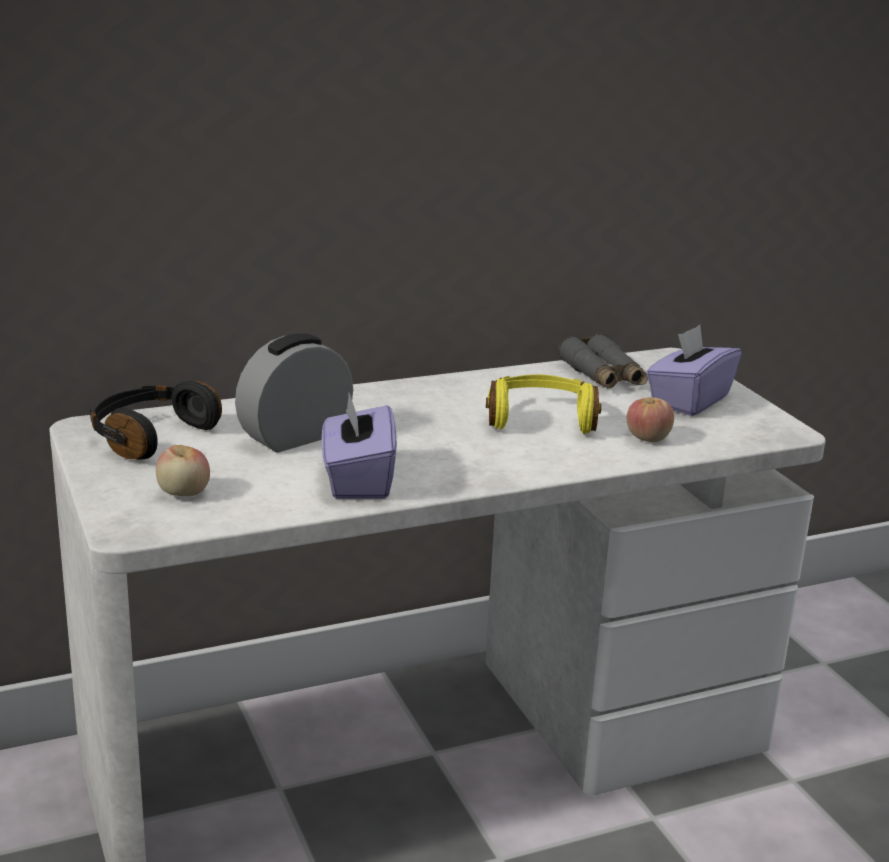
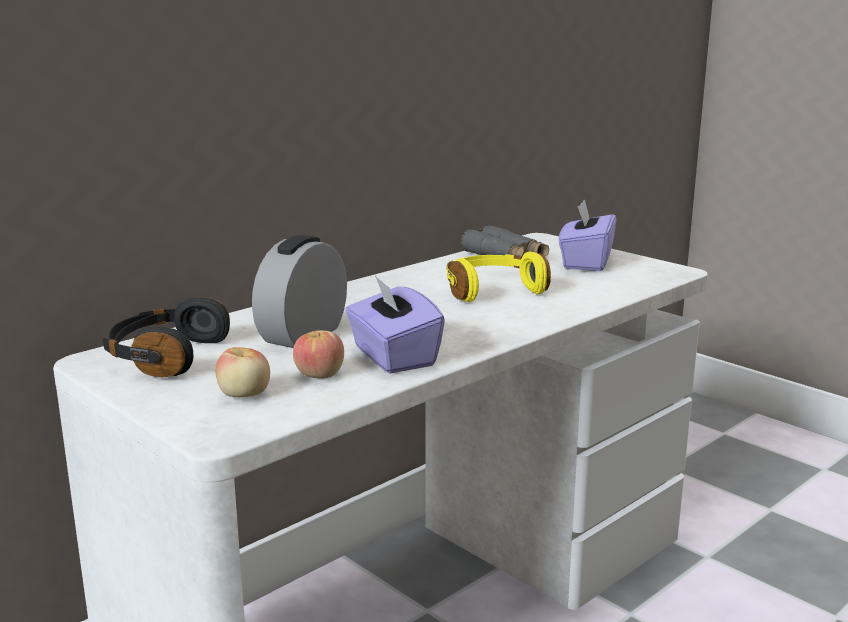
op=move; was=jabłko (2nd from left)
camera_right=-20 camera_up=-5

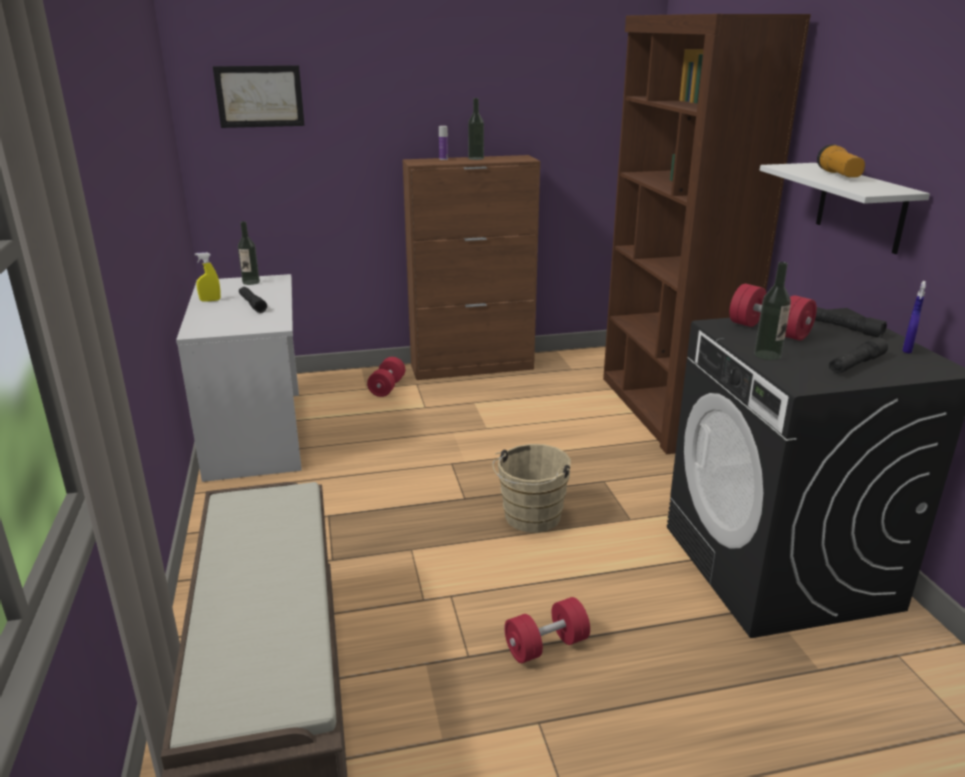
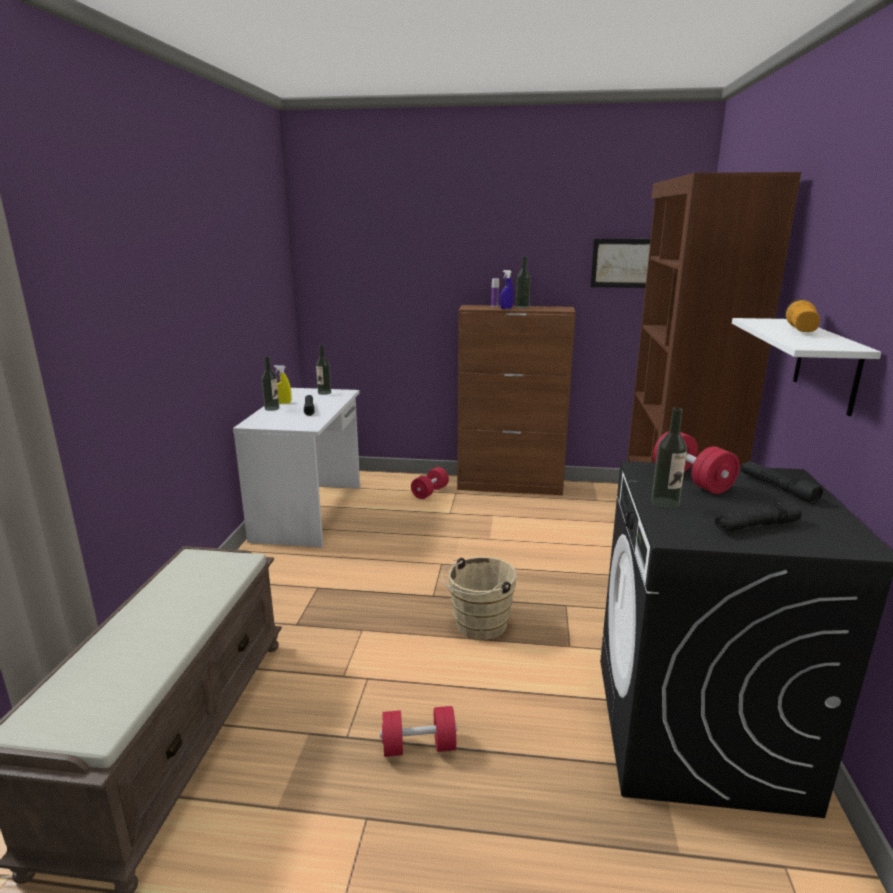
op=move; was=obraz
op=move; was=spryskiwacz/niebieski
op=insert; now=butelka (1st from left)
camera_right=20 camera_up=-5

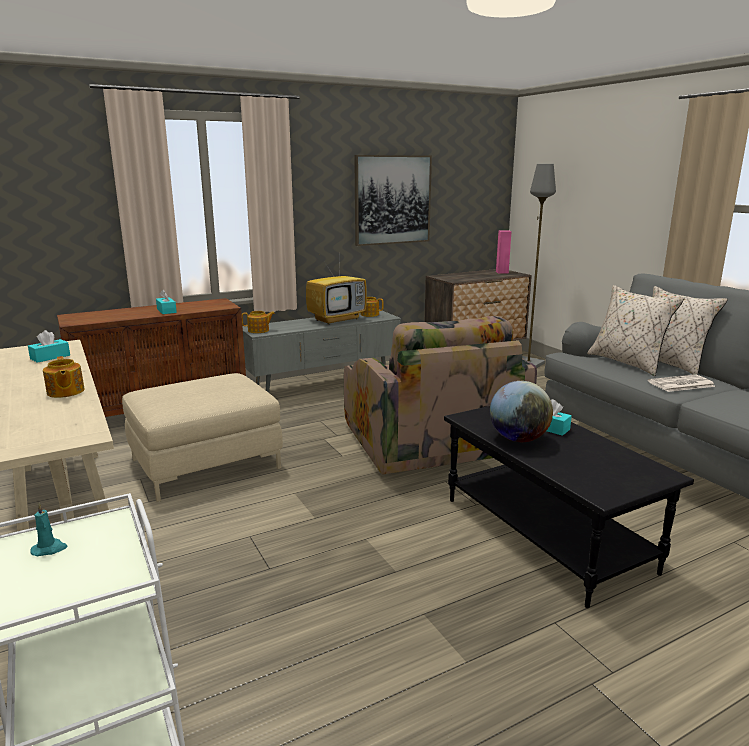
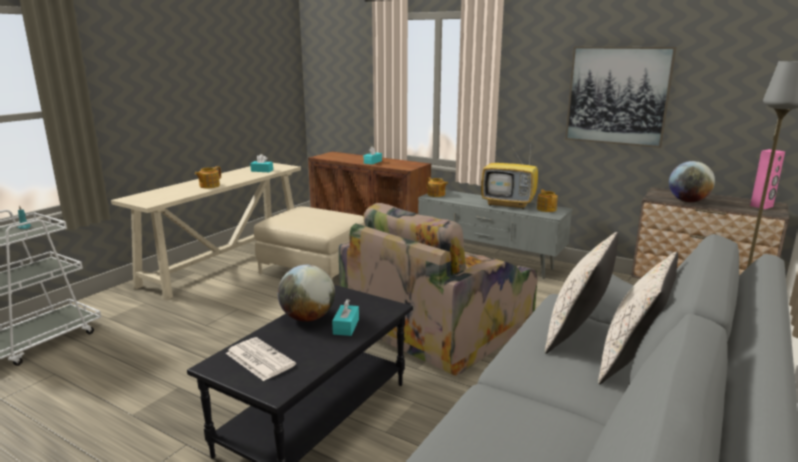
op=move; was=gazeta
op=insert; now=globus (2nd from left)
camera_right=60 camera_up=0

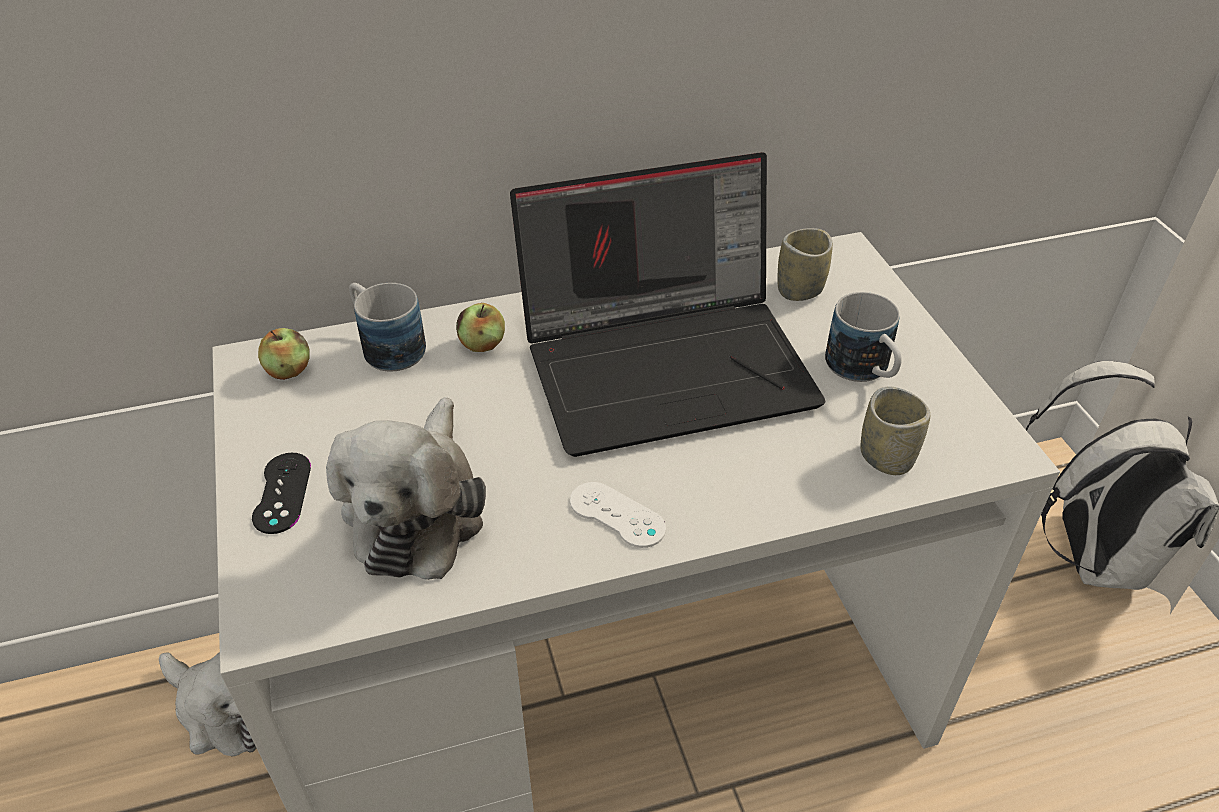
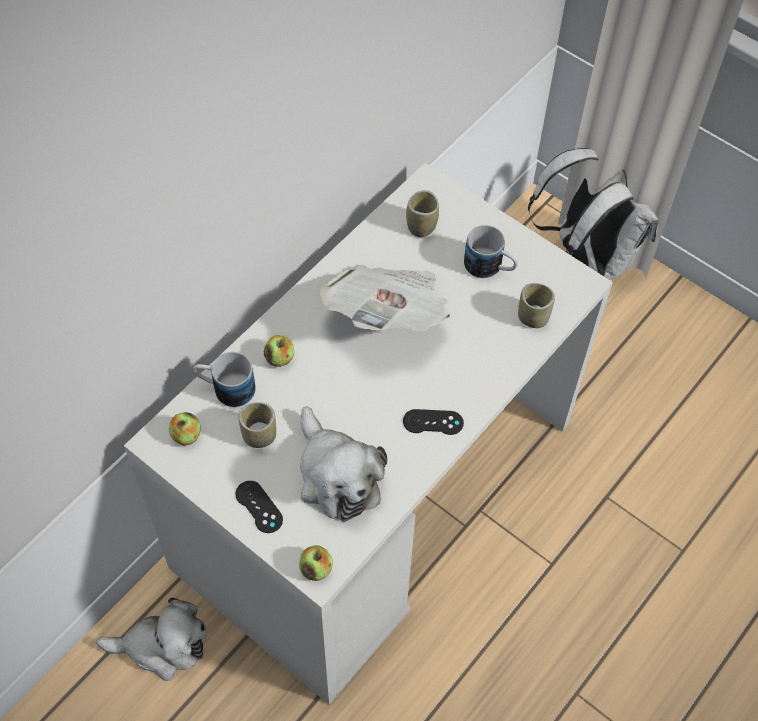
op=replace; was=laptop; now=gazeta
op=recolor; was=pad do gier/biały; now=pad do gier/czarny (2nd from left)
op=insert; now=filiżanka (1st from left)
op=insert; now=jabłko (3rd from left)
camera_right=-35 camera_up=15

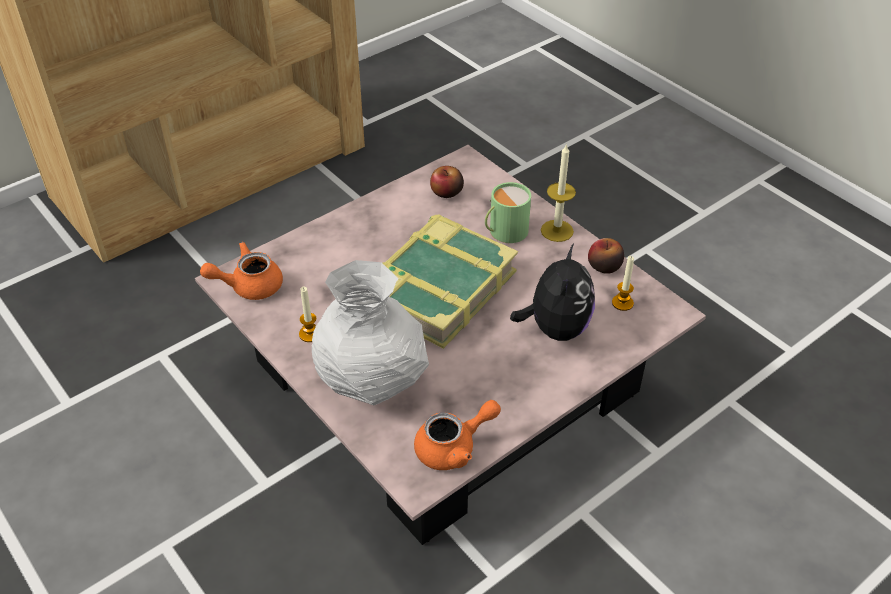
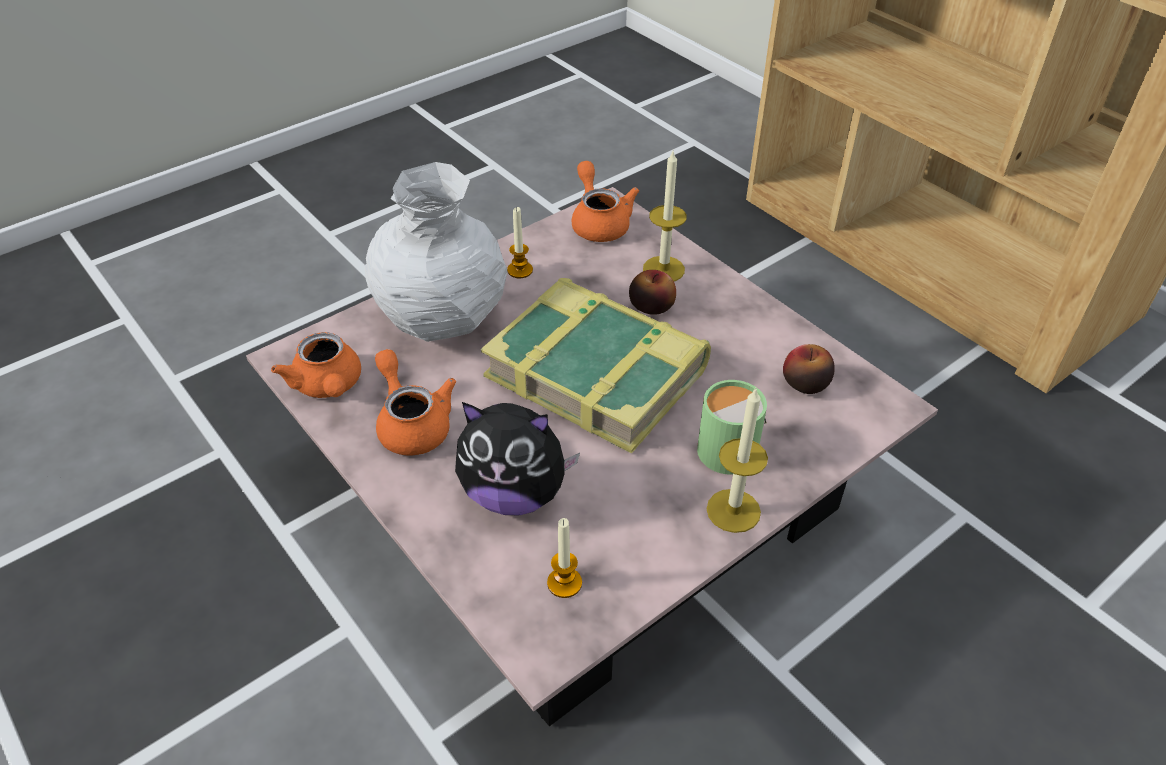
op=move; was=jabłko (2nd from left in the first image); now=jabłko (1st from left)
op=insert; now=imbryk/pomarańczowy (2nd from left)
op=insert; now=świeca (3rd from left)
camera_right=90 camera_up=0

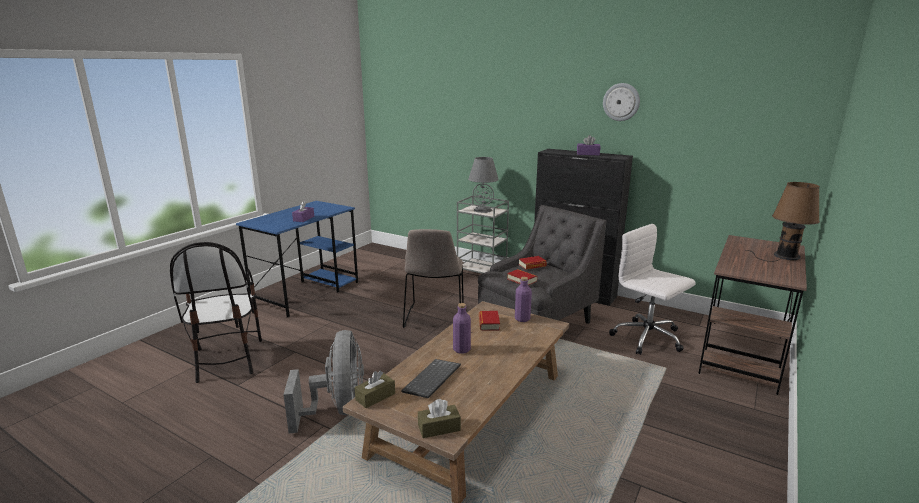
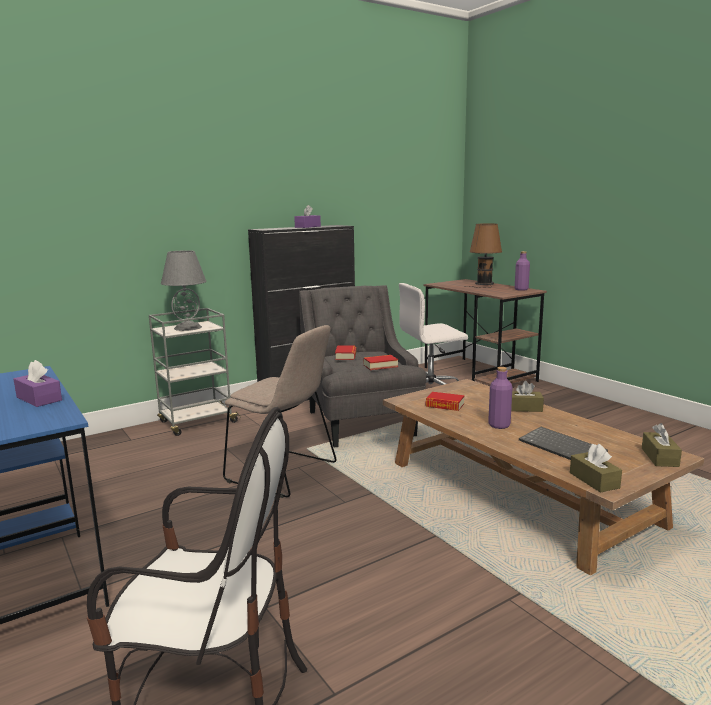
op=delete; was=wentylator/szary
op=move; was=butelka/fioletowy (2nd from left)
op=delete; was=zegar ścienny
op=insert; now=pudełko chusteczek/brązowy (1st from left)
camera_right=-65 camera_up=-5

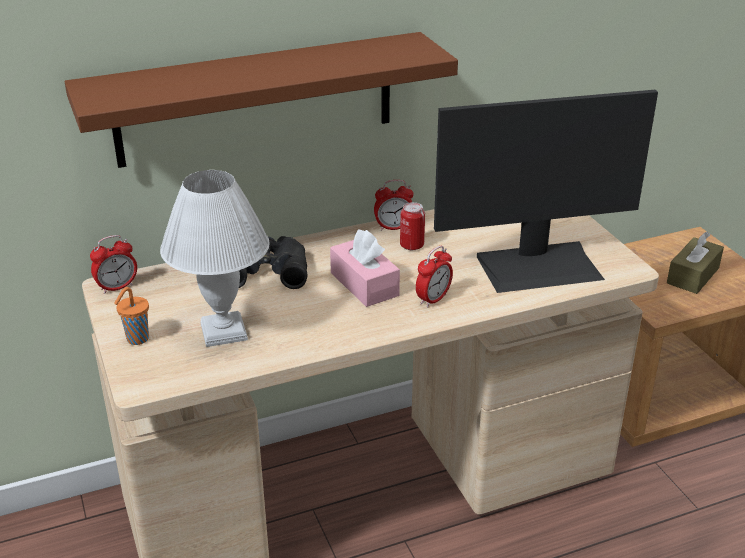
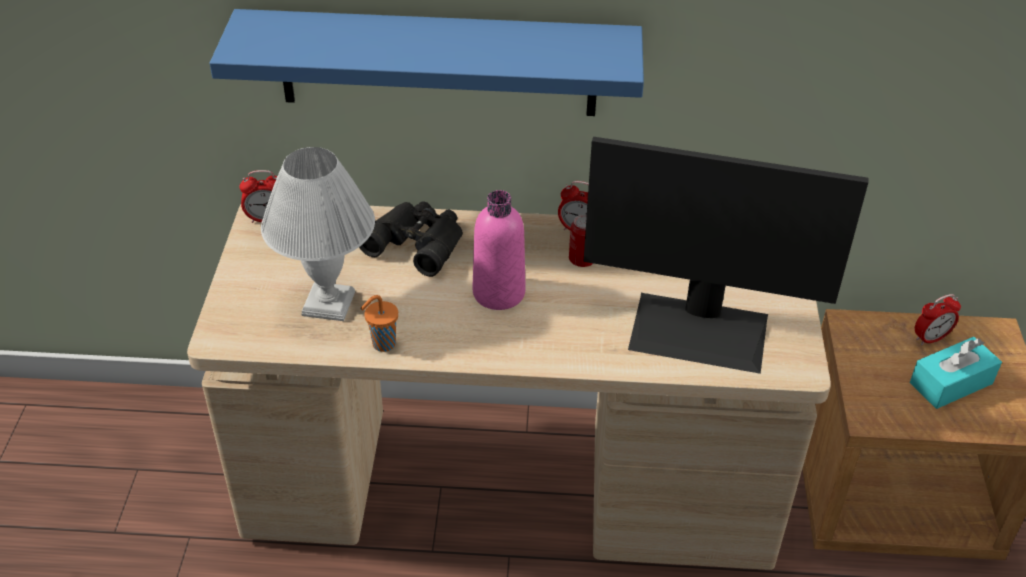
op=recolor; was=półka/brązowy; now=półka/niebieski
op=move; was=filiżanka/pomarańczowy
op=replace; was=pudełko chusteczek/różowy; now=butelka/różowy
op=move; was=budzik (3rd from left)
op=recolor; was=pudełko chusteczek/brązowy; now=pudełko chusteczek/turkusowy
camera_right=25 camera_up=10

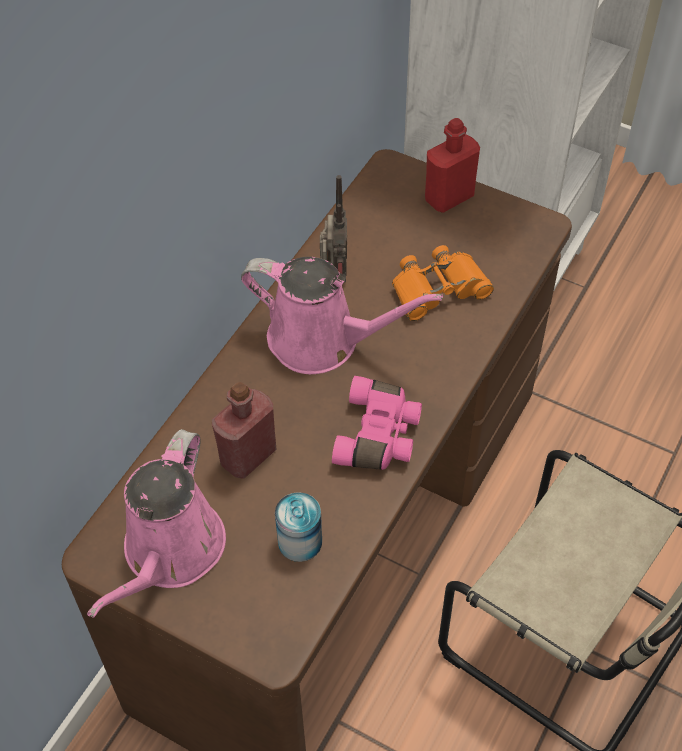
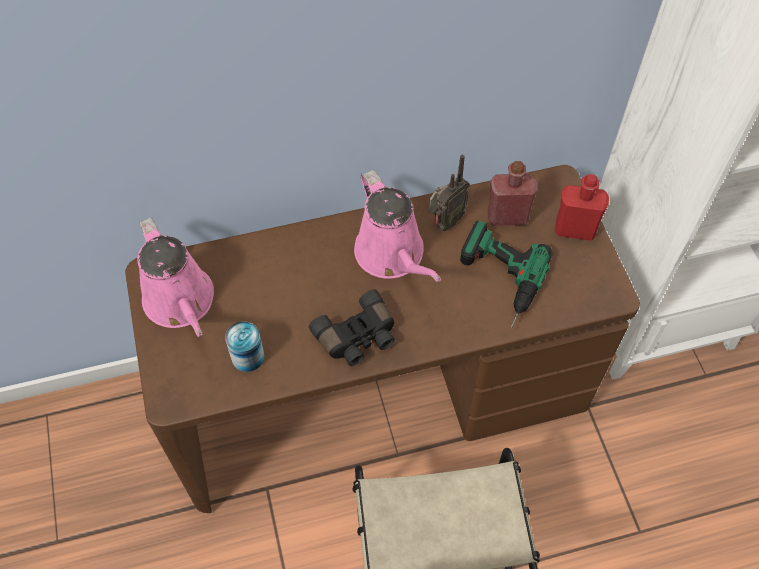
op=rotate; was=konewka/różowy (1st from left); clockwise=-90
op=move; was=butelka/czerwony (1st from left)
op=recolor; was=lornetka/różowy; now=lornetka/czarny
op=replace; was=lornetka/pomarańczowy; now=wiertarka
camera_right=45 camera_up=5

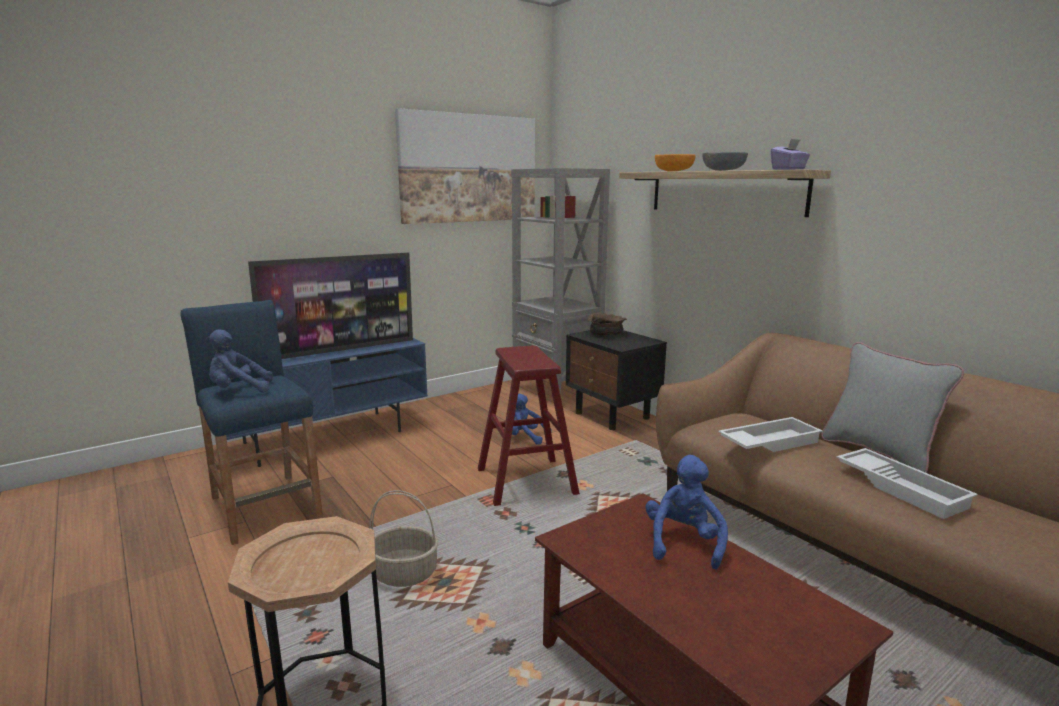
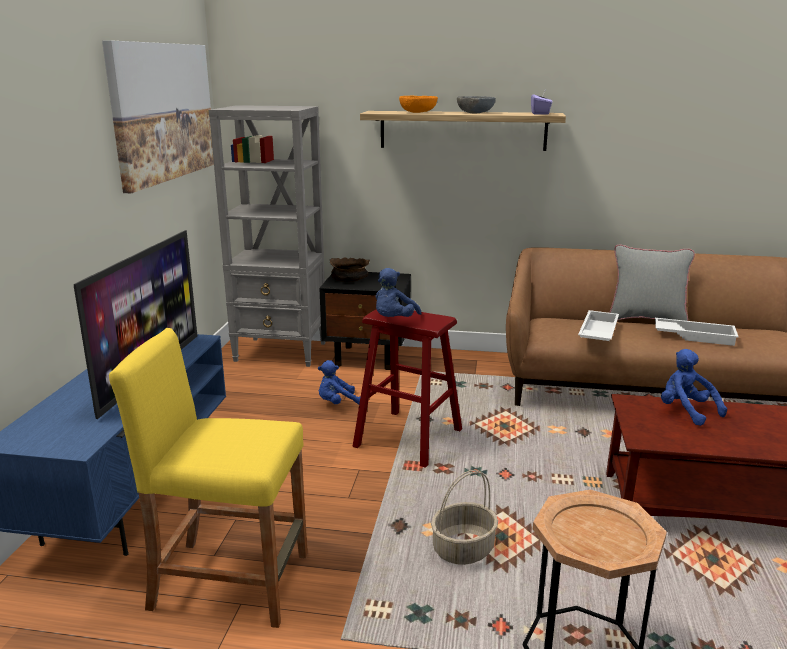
op=recolor; was=stołek/niebieski; now=stołek/żółty
op=move; was=pluszak/niebieski (1st from left in the first image); now=pluszak/niebieski (2nd from left)
camera_right=-45 camera_up=5

